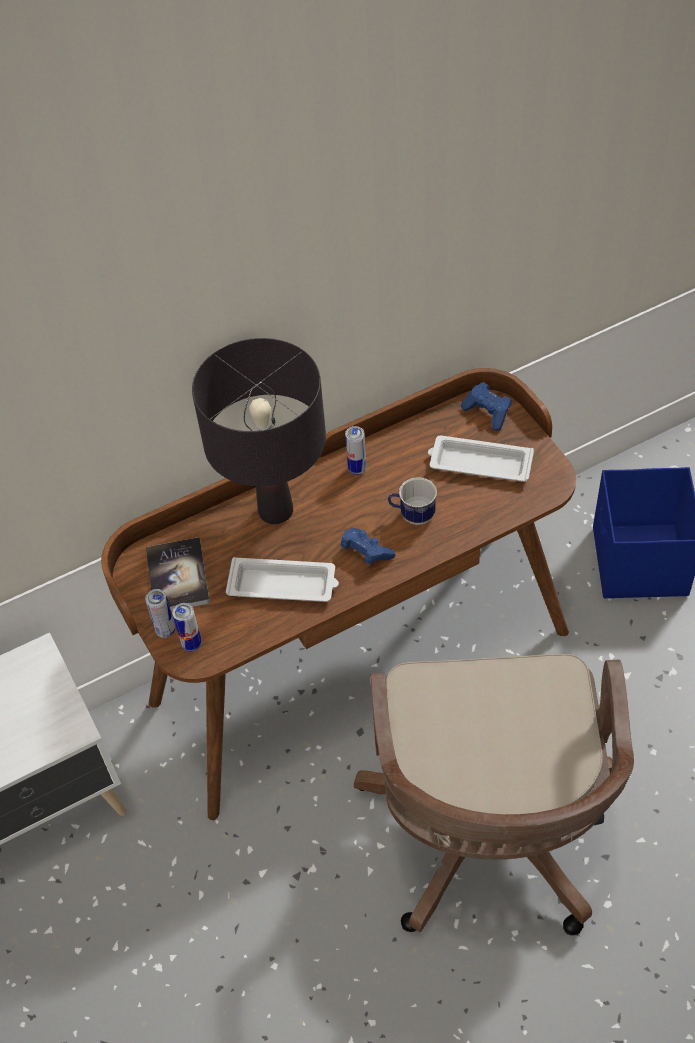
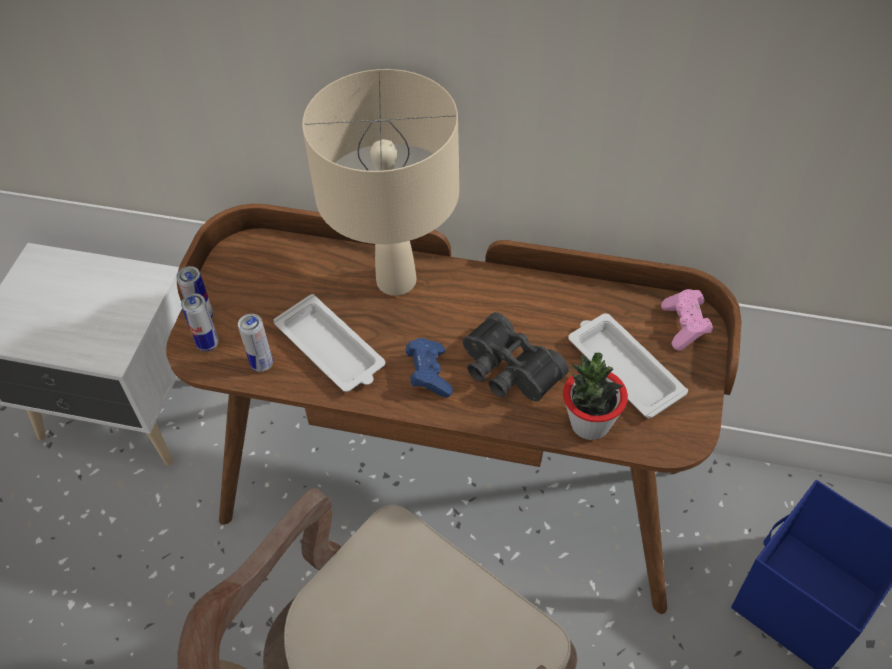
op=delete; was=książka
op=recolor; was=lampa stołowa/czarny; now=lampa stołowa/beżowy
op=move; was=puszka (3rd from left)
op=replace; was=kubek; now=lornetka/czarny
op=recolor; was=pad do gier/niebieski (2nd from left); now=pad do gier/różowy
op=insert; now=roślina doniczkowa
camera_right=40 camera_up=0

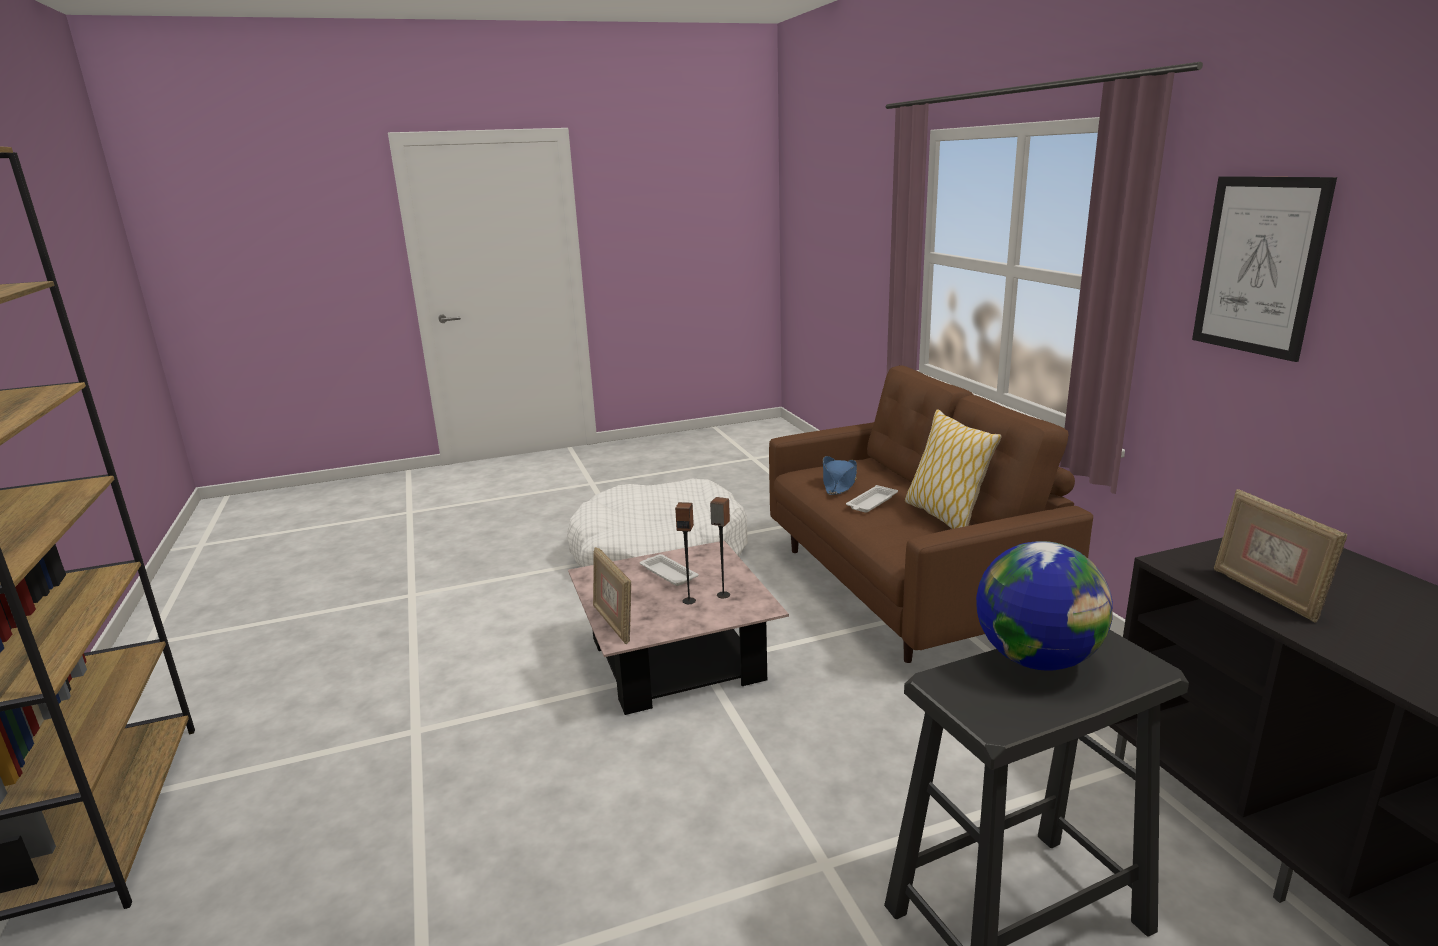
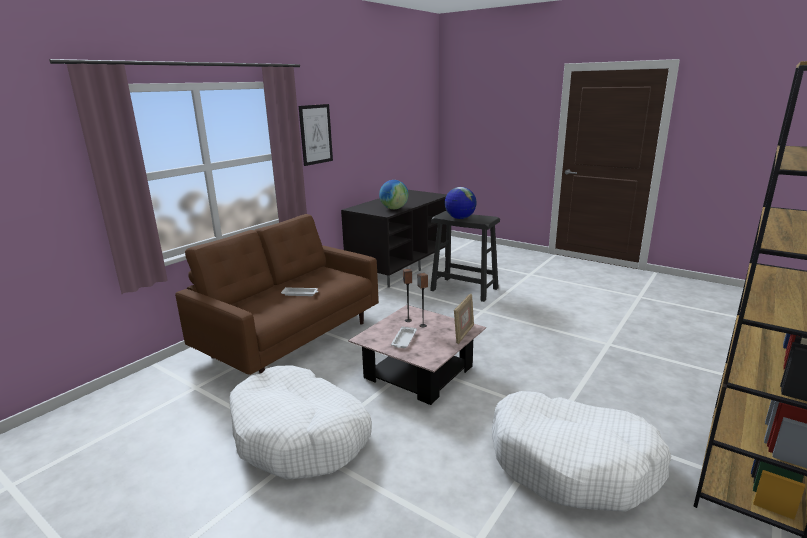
op=delete; was=kapelusz/niebieski
op=delete; was=poduszka
op=replace; was=ramka na zdjęcie (2nd from left); now=globus (1st from left)
op=insert; now=legowisko/biały (2nd from left)
camera_right=-125 camera_up=0

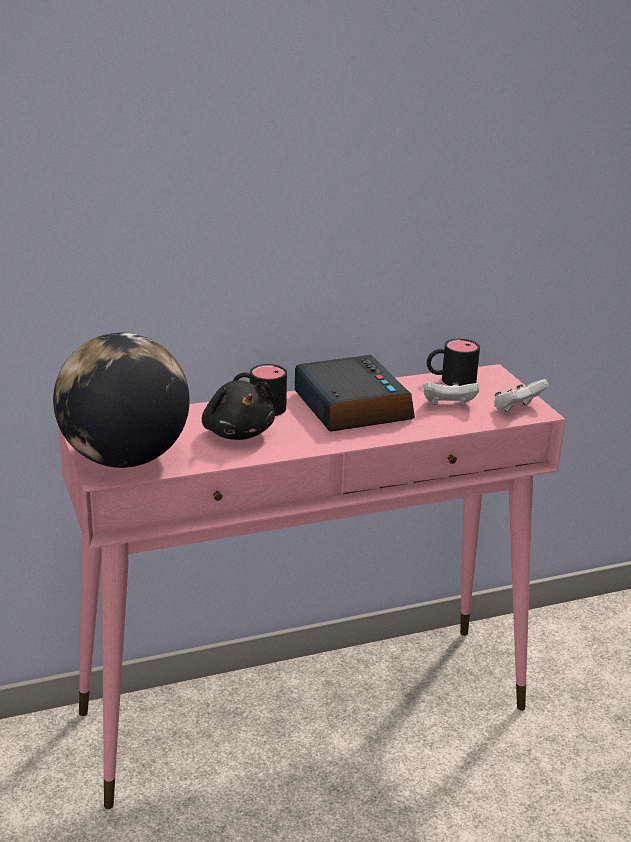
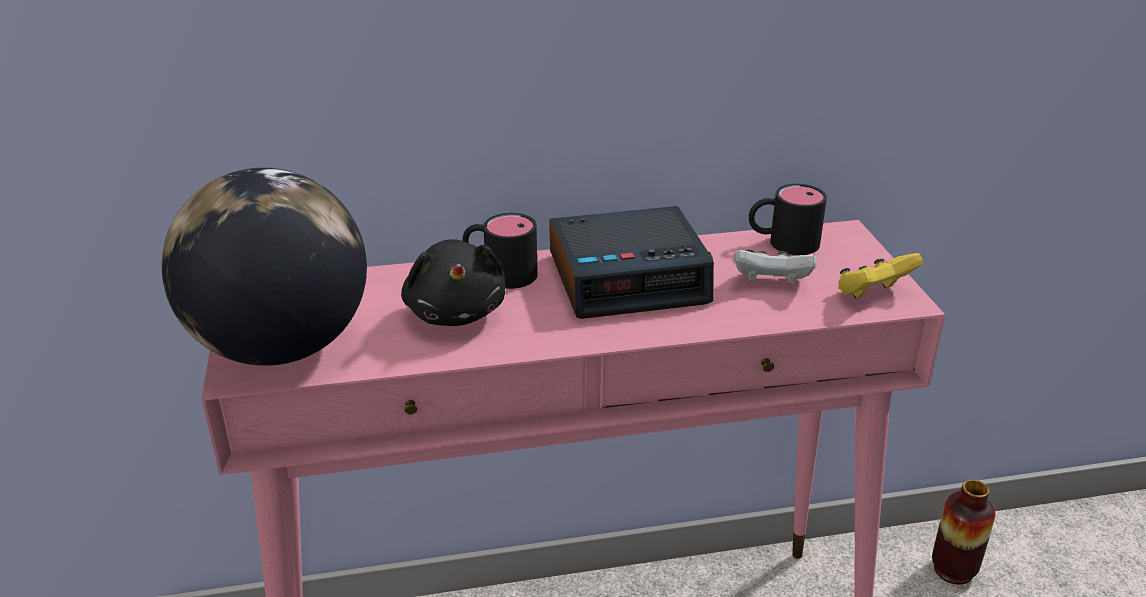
op=rotate; was=budzik; clockwise=90
op=recolor; was=pad do gier/biały (2nd from left); now=pad do gier/żółty
op=insert; now=wazon
camera_right=10 camera_up=5

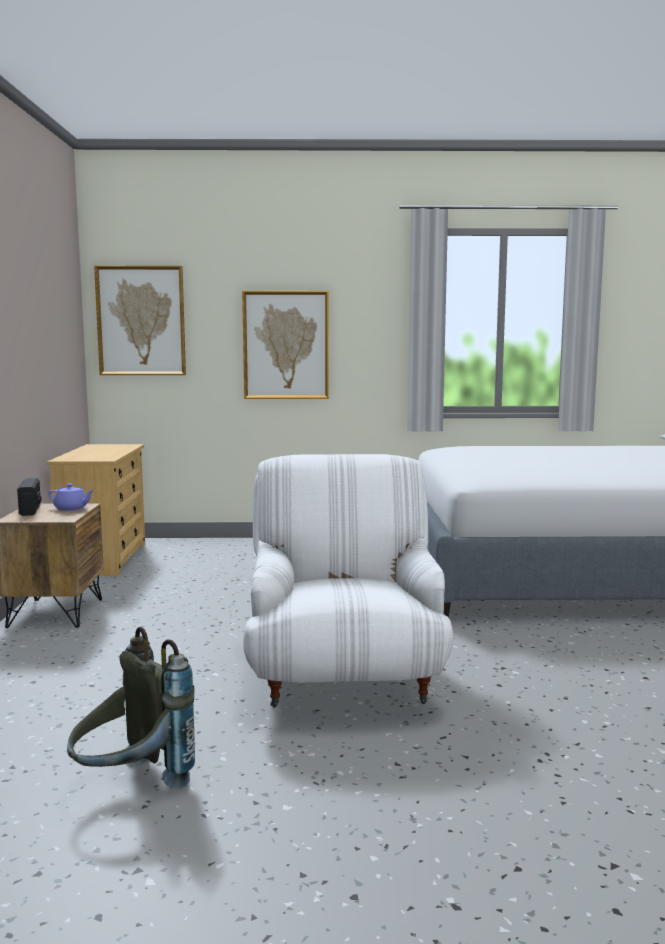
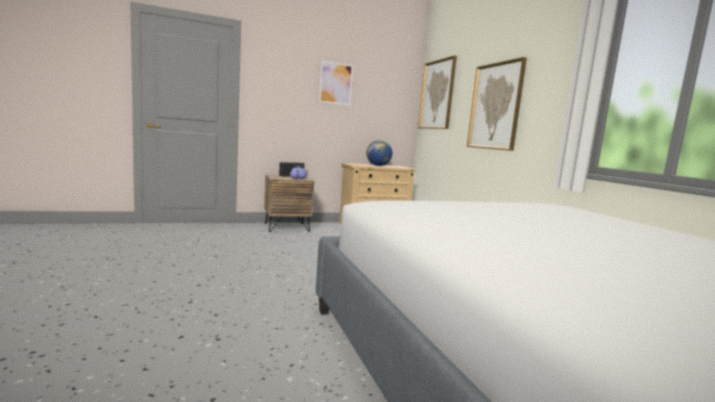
op=delete; was=plecak/szary
op=delete; was=fotel/biały
op=insert; now=obraz (1st from left)
op=insert; now=globus
camera_right=70 camera_up=0

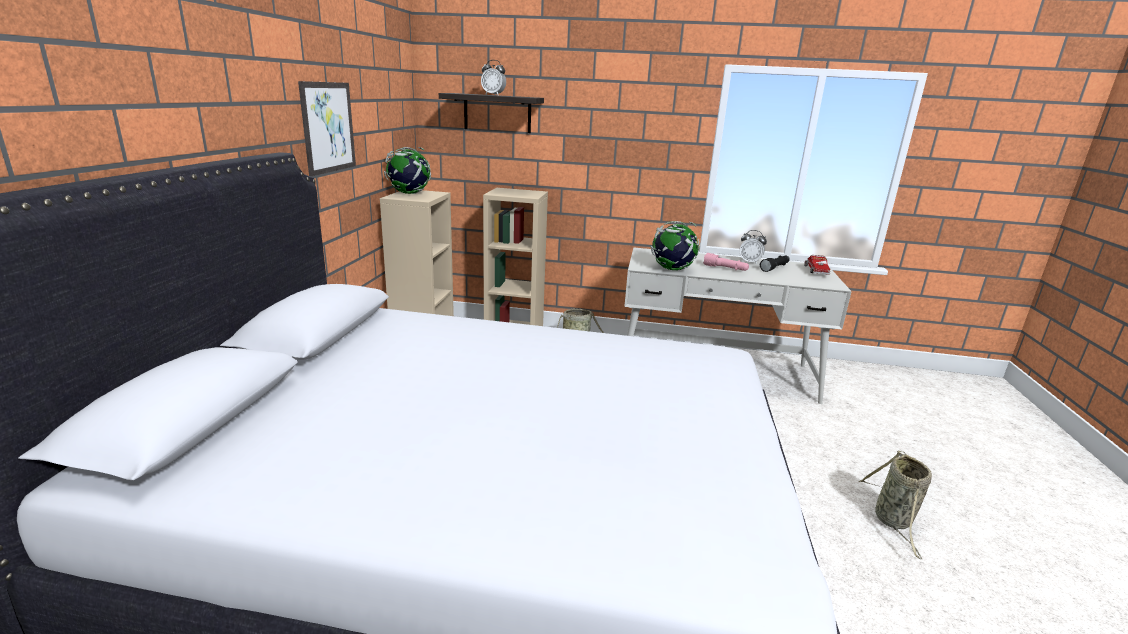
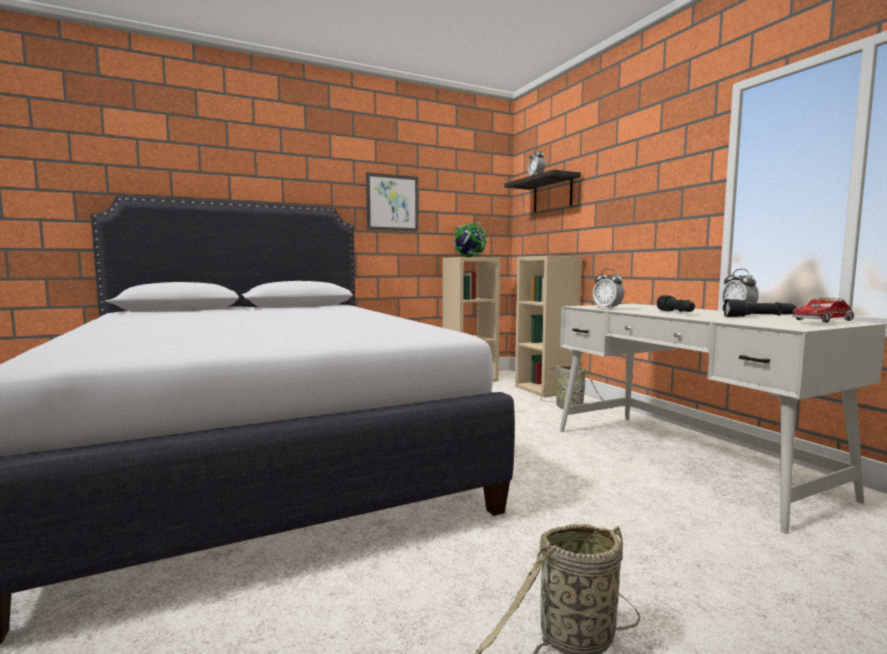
op=replace; was=globus (2nd from left); now=budzik (2nd from left)
op=recolor; was=latarka/różowy; now=latarka/czarny (1st from left)
camera_right=55 camera_up=-15

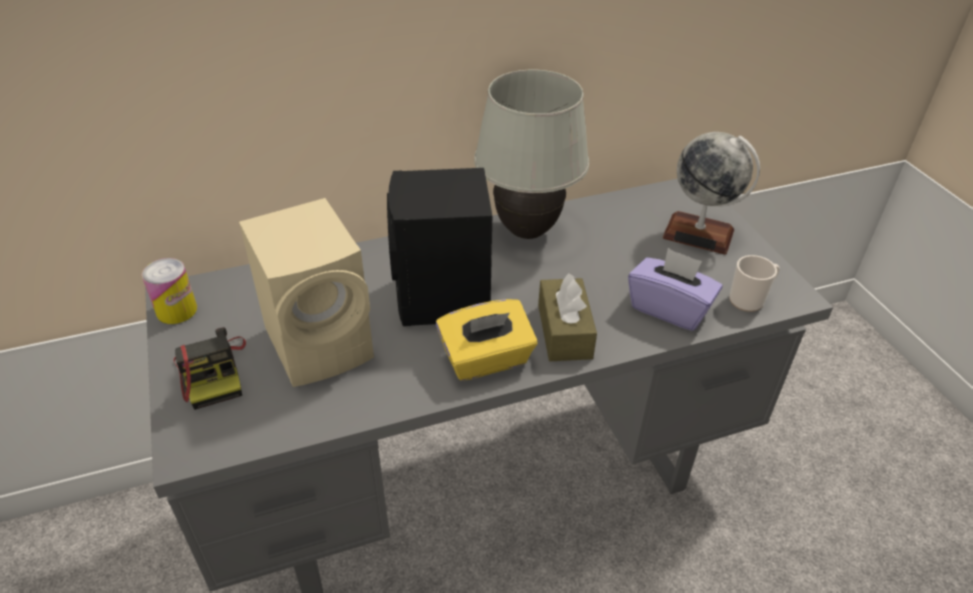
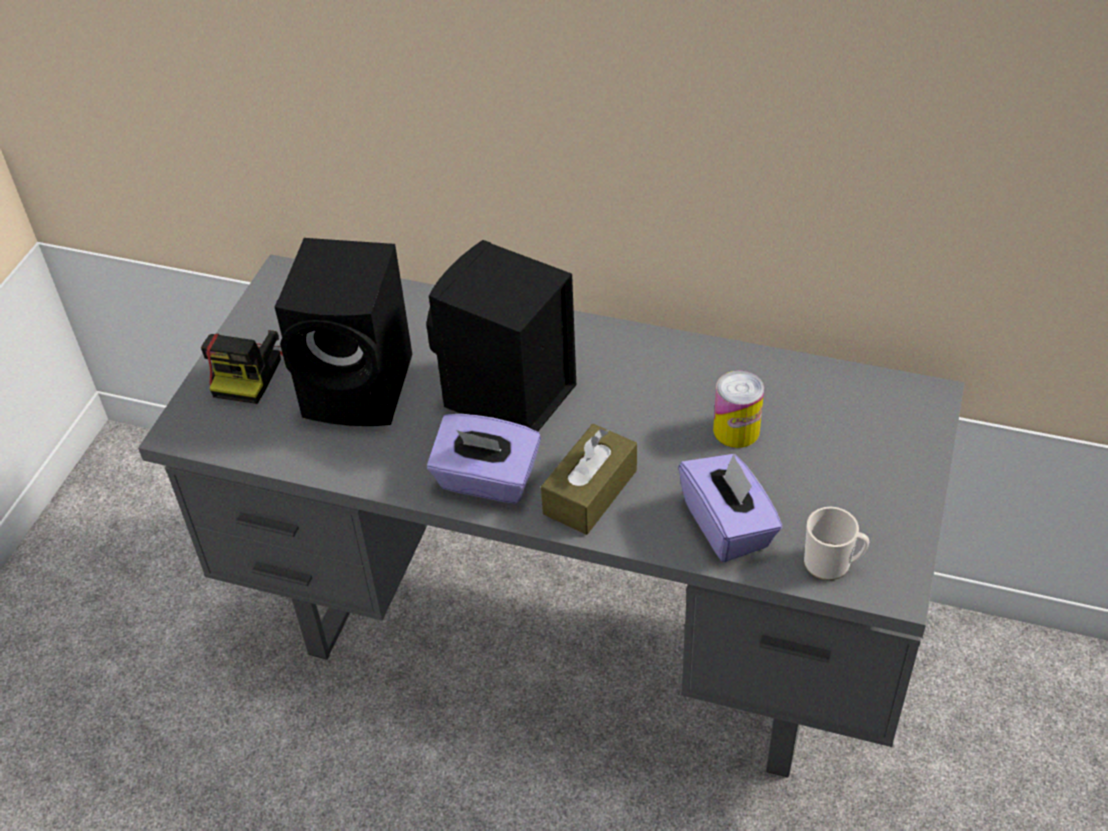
op=move; was=puszka
op=recolor; was=głośnik/beżowy; now=głośnik/czarny (1st from left)
op=recolor; was=pudełko chusteczek/żółty; now=pudełko chusteczek/fioletowy (1st from left)
op=delete; was=lampa stołowa/biały
op=delete; was=globus
camera_right=40 camera_up=5

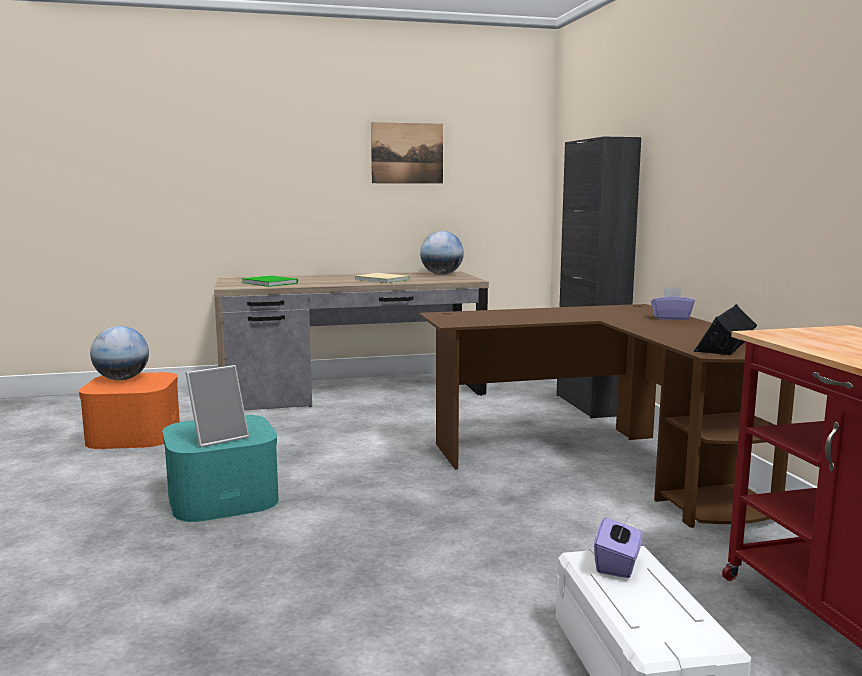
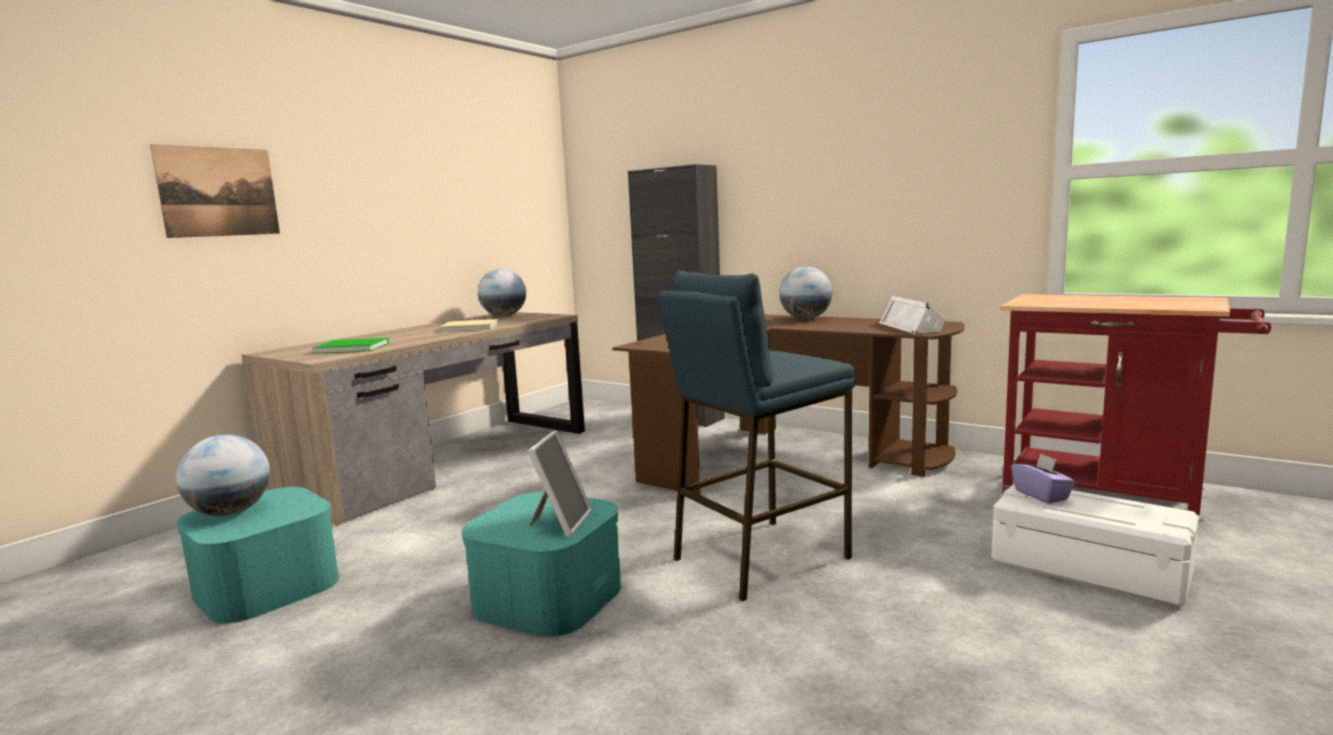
op=recolor; was=pojemnik do przechowywania/pomarańczowy; now=pojemnik do przechowywania/turkusowy (1st from left)
op=move; was=obraz
op=replace; was=pudełko chusteczek/fioletowy (2nd from left); now=globus (3rd from left)
op=recolor; was=głośnik/czarny; now=głośnik/biały
op=insert; now=stołek/niebieski
camera_right=-40 camera_up=0

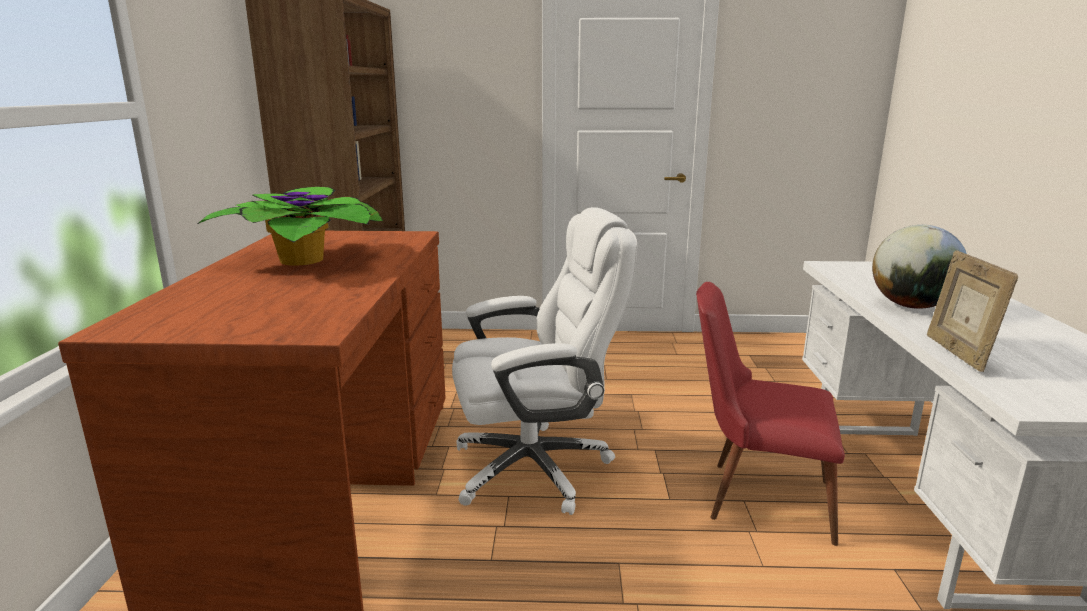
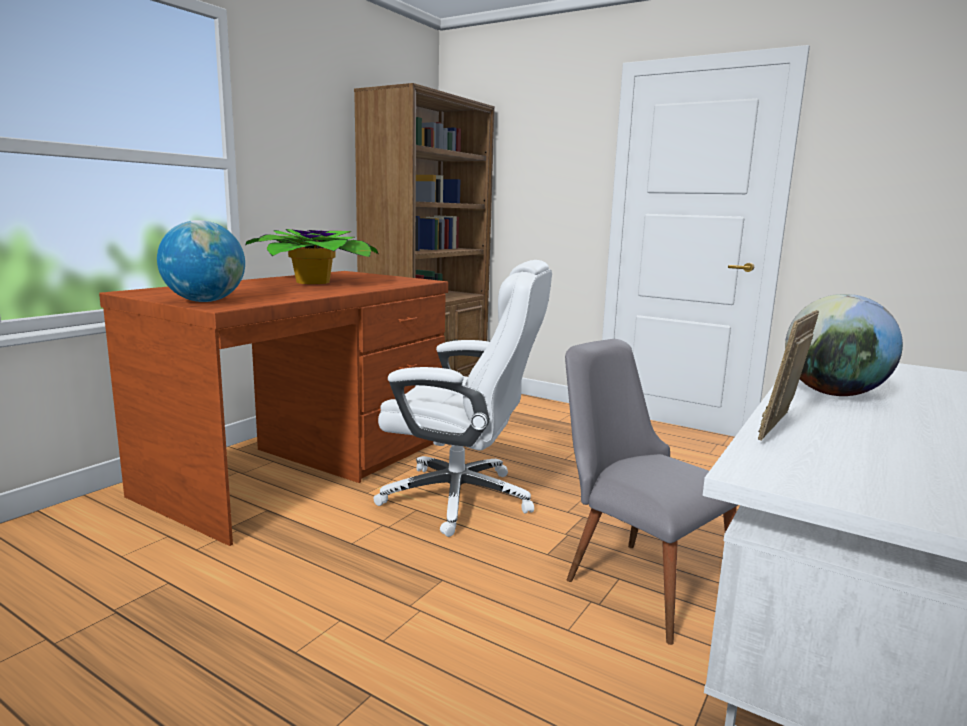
op=recolor; was=krzesło/czerwony; now=krzesło/szary
op=insert; now=globus (1st from left)
camera_right=30 camera_up=-5

